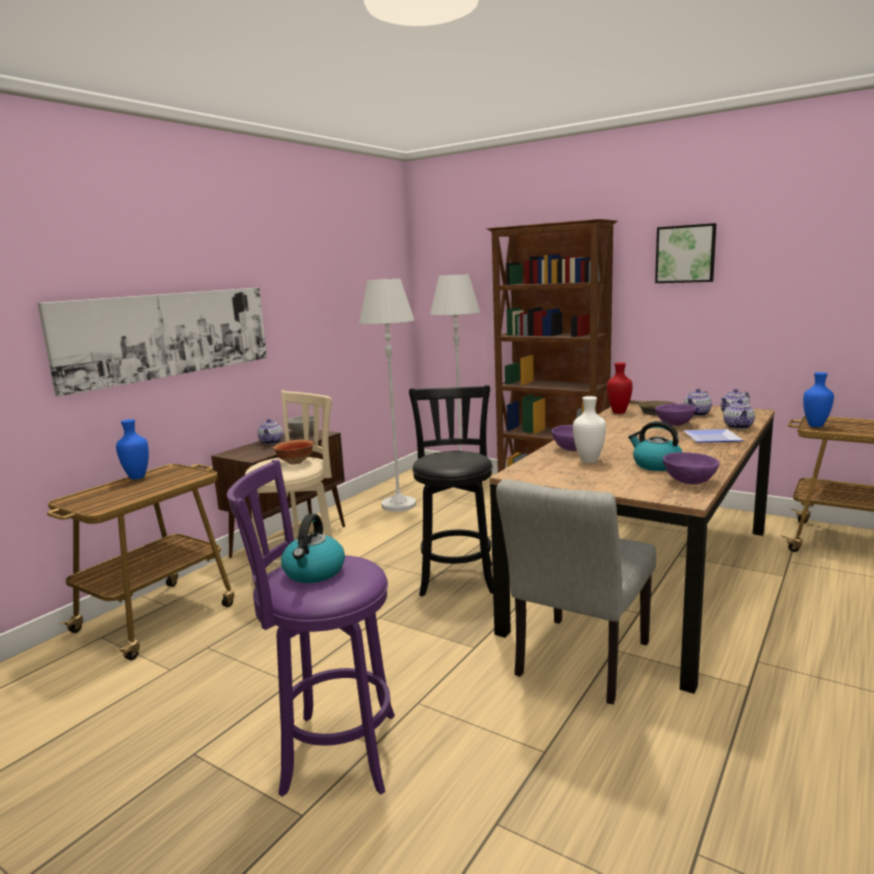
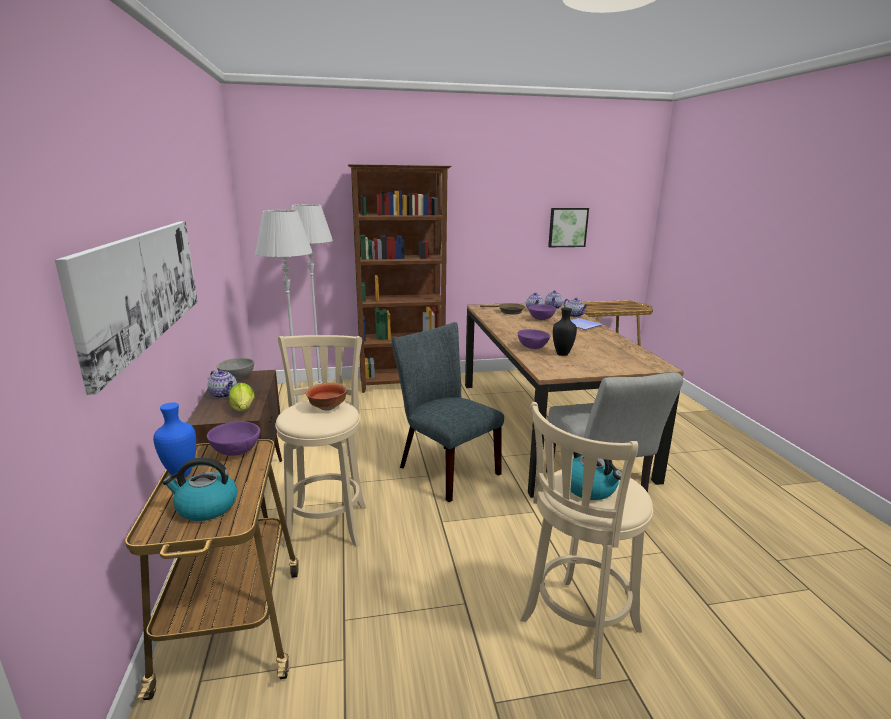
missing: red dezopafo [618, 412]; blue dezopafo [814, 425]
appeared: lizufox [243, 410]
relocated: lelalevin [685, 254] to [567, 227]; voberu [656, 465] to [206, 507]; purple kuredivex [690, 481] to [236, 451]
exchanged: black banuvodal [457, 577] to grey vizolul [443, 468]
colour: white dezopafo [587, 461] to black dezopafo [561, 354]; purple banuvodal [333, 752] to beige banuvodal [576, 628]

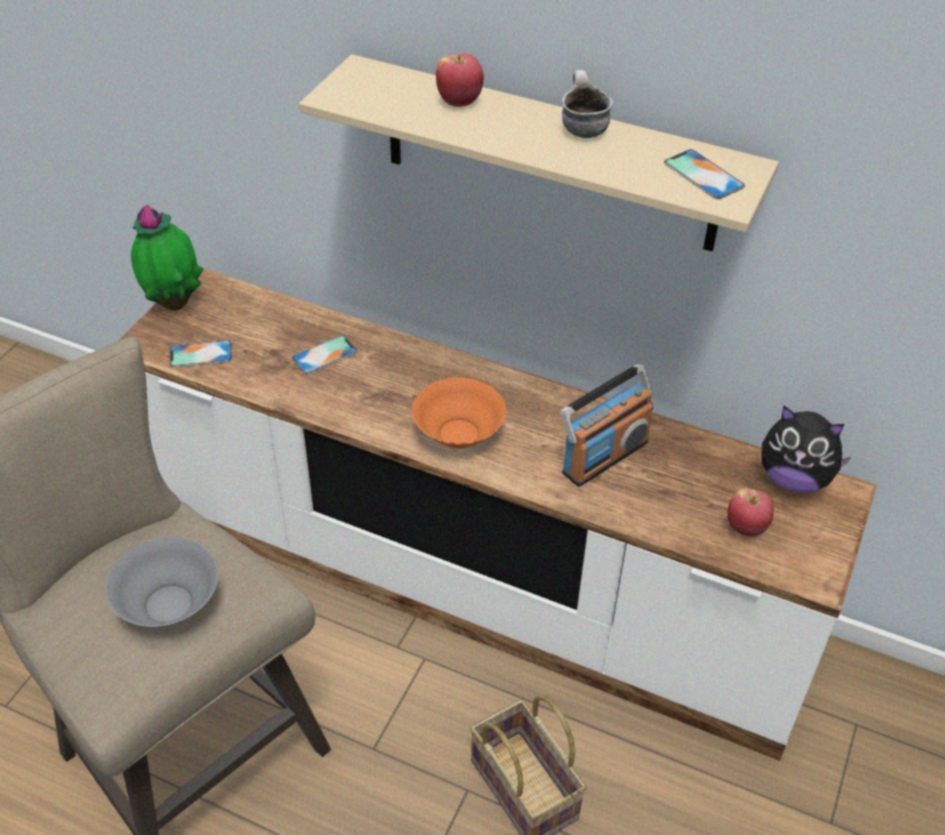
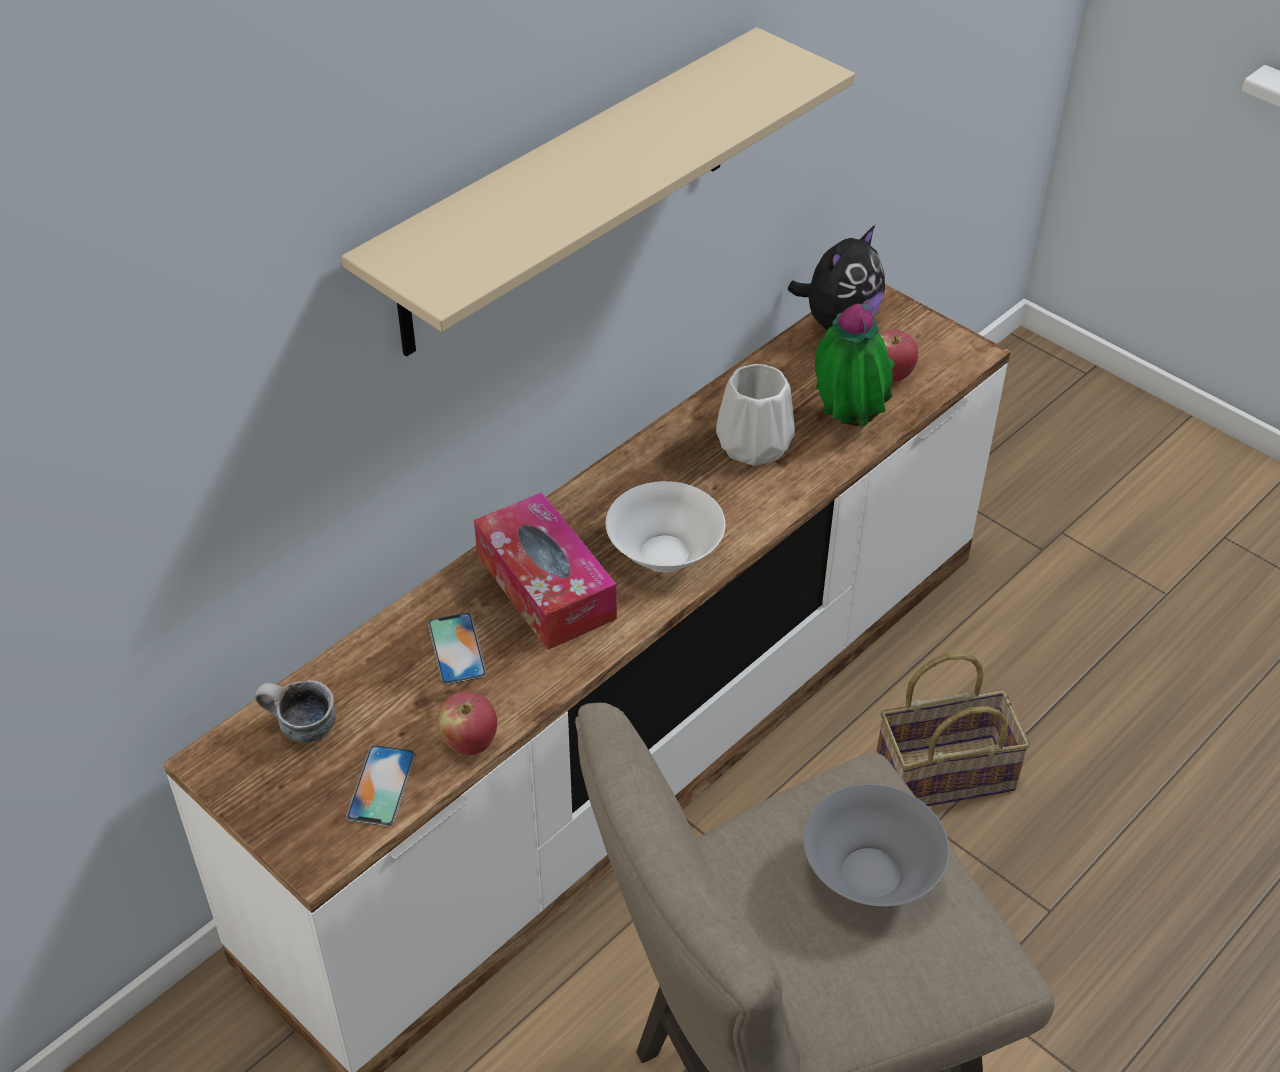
missing: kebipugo [703, 174]
appeared: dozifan [545, 586]
relocated: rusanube [459, 101] to [469, 742]; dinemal [581, 128] to [300, 729]; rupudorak [174, 303] to [846, 423]
exchanged: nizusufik [604, 456] to white dezopafo [752, 445]
colour: orange kuredivex [459, 433] to white kuredivex [663, 553]

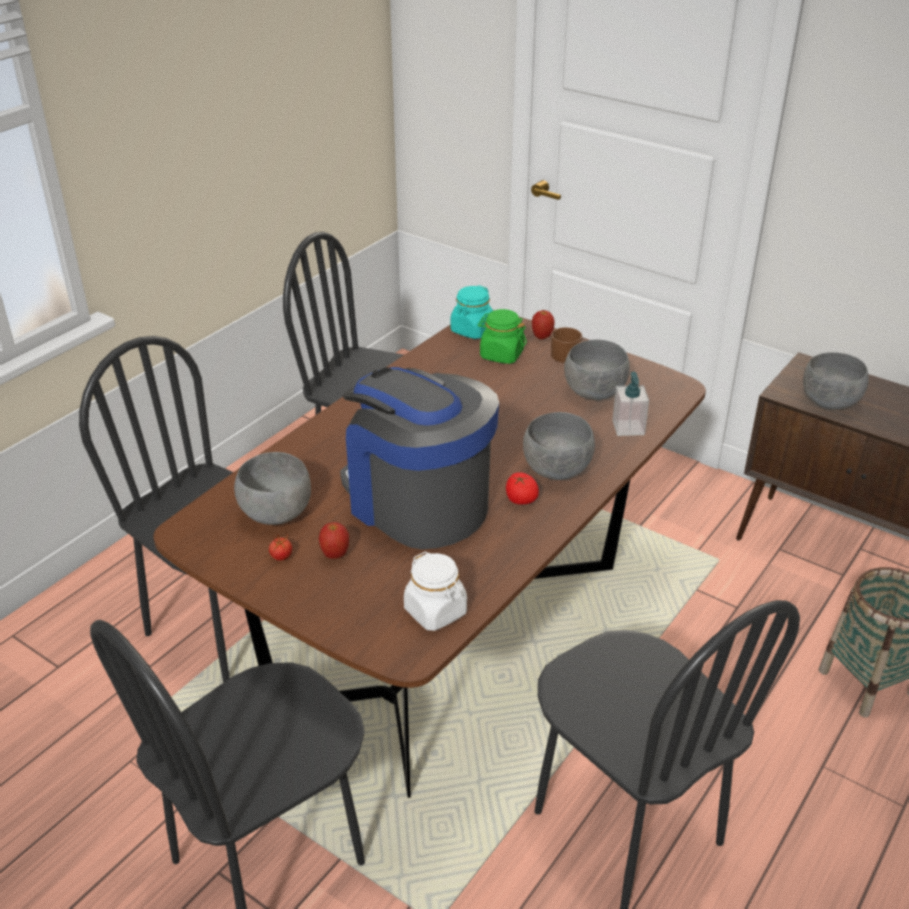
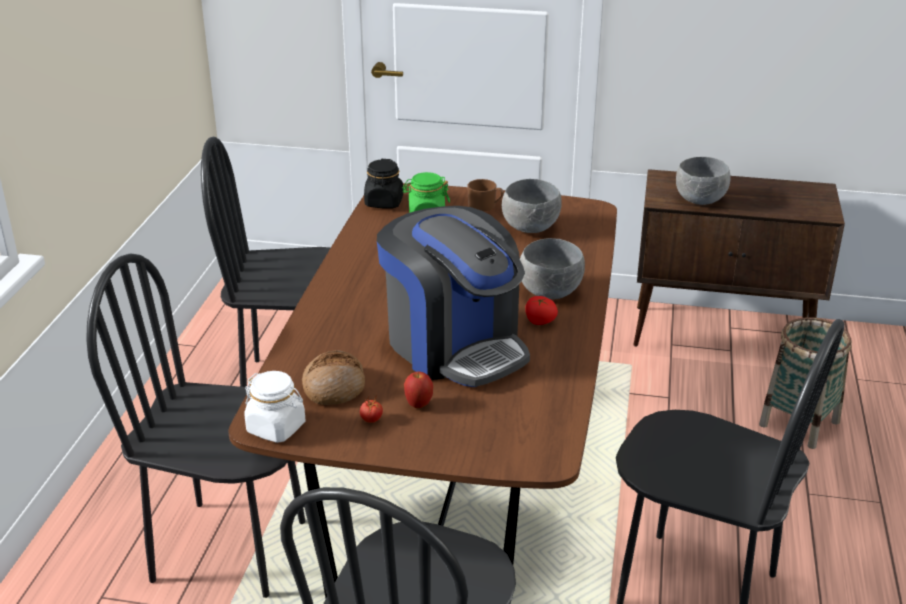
missing: rusanube [542, 337]; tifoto [628, 427]
relocated: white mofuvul [436, 612] to [276, 428]
exchanged: grey kuredivex [276, 513] to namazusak [334, 387]
colour: turquoise mofuvul [472, 330] to black mofuvul [384, 202]
spun: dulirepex [417, 502] = [454, 346] 150 degrees counterclockwise

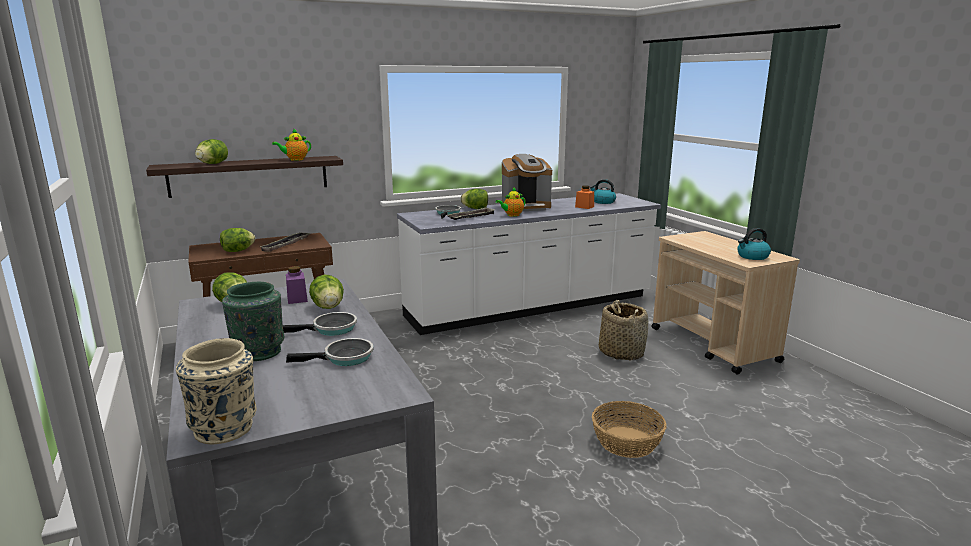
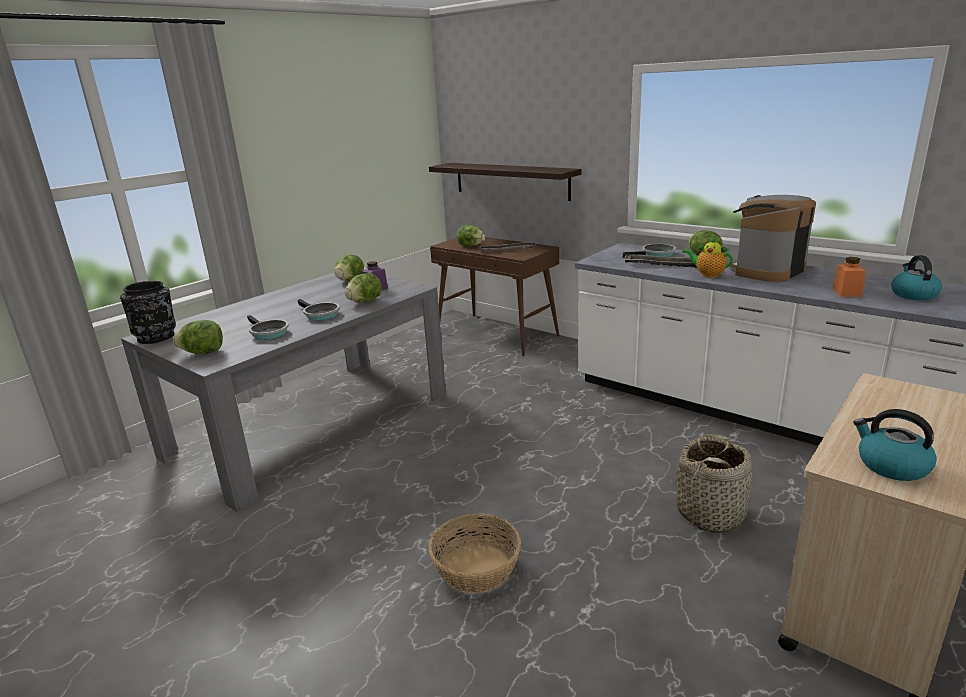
missing: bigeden [295, 159]; green dezopafo [258, 351]
relocated: lizufox [213, 164] to [203, 352]
colour: beige dezopafo [225, 428] to black dezopafo [157, 337]
spun: dulirepex [526, 207] = [766, 271] 90 degrees clockwise

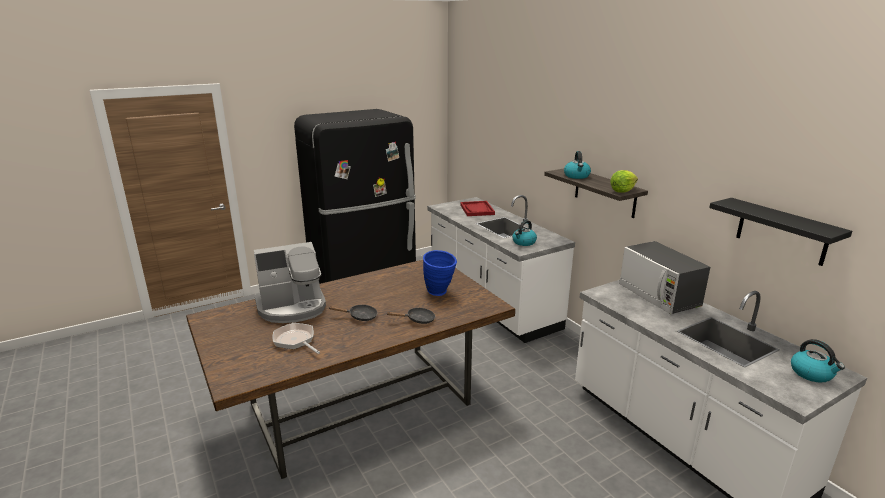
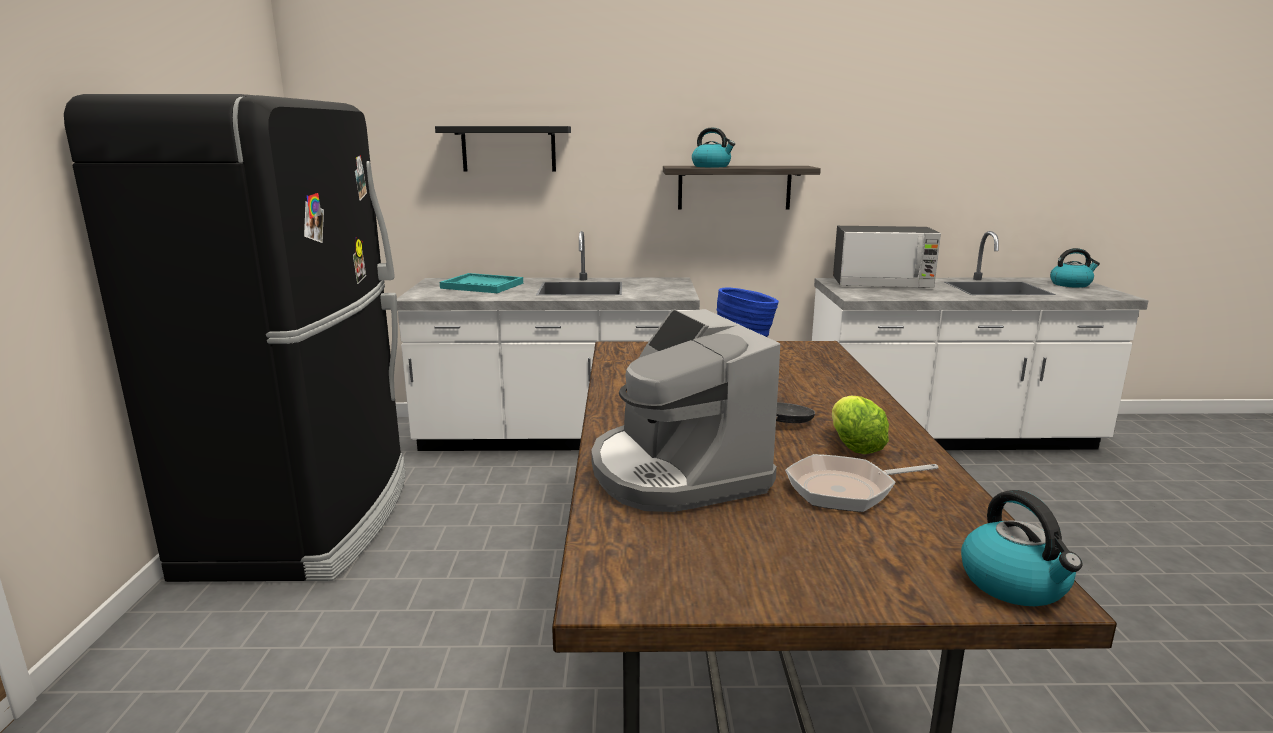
missing: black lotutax [417, 320]
relocated: lizufox [623, 191] to [853, 445]; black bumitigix [781, 231] to [508, 149]; voberu [524, 242] to [1015, 584]
colour: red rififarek [477, 210] to turquoise rififarek [482, 286]
spun: dulirepex [292, 307] = [676, 472] 150 degrees clockwise

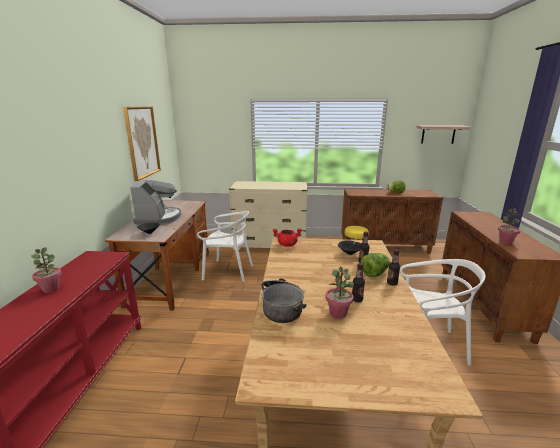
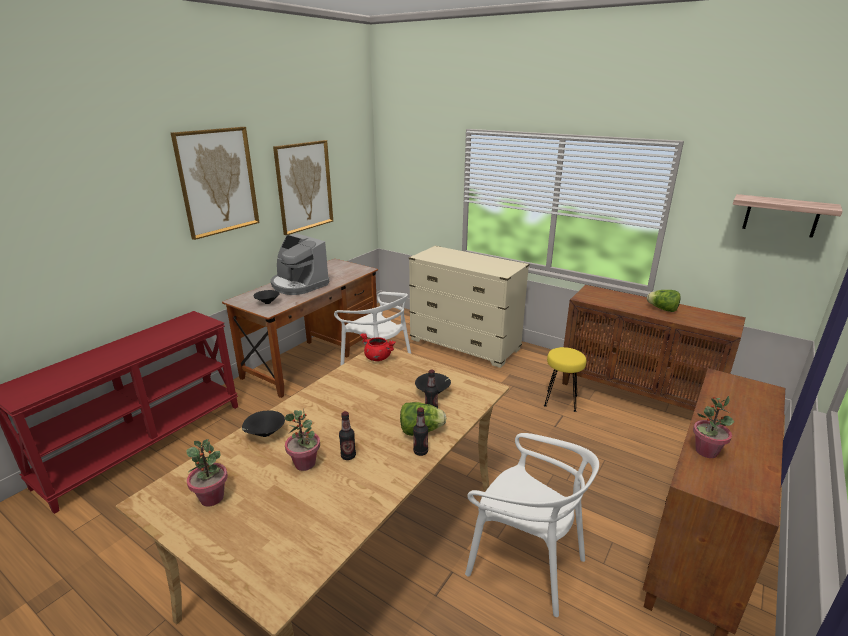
appeared: lelalevin [217, 181]
relocated: rupudorak [51, 289] to [212, 498]
exchanged: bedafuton [282, 307] to black kuredivex [264, 434]
spun: dulirepex [159, 218] = [298, 285] 105 degrees clockwise

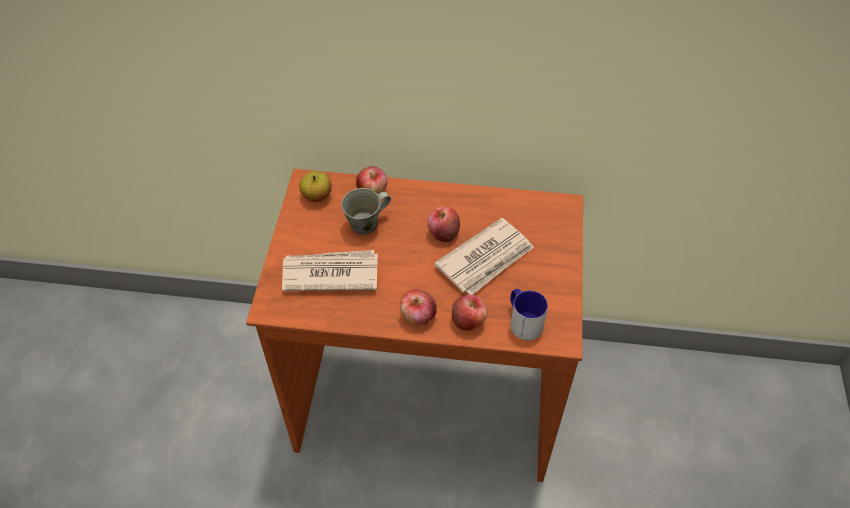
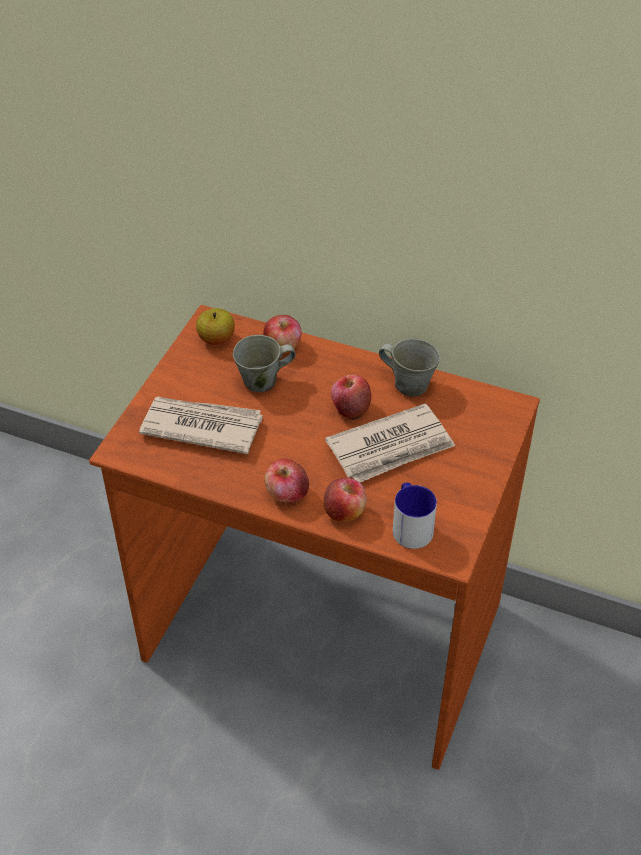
appeared: grey dinemal [409, 384]

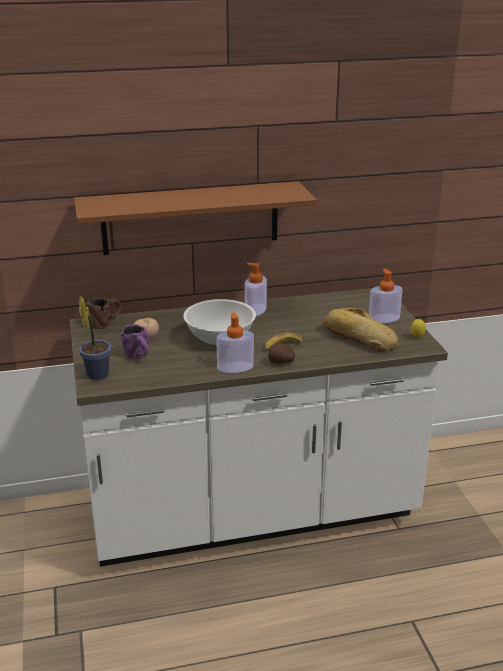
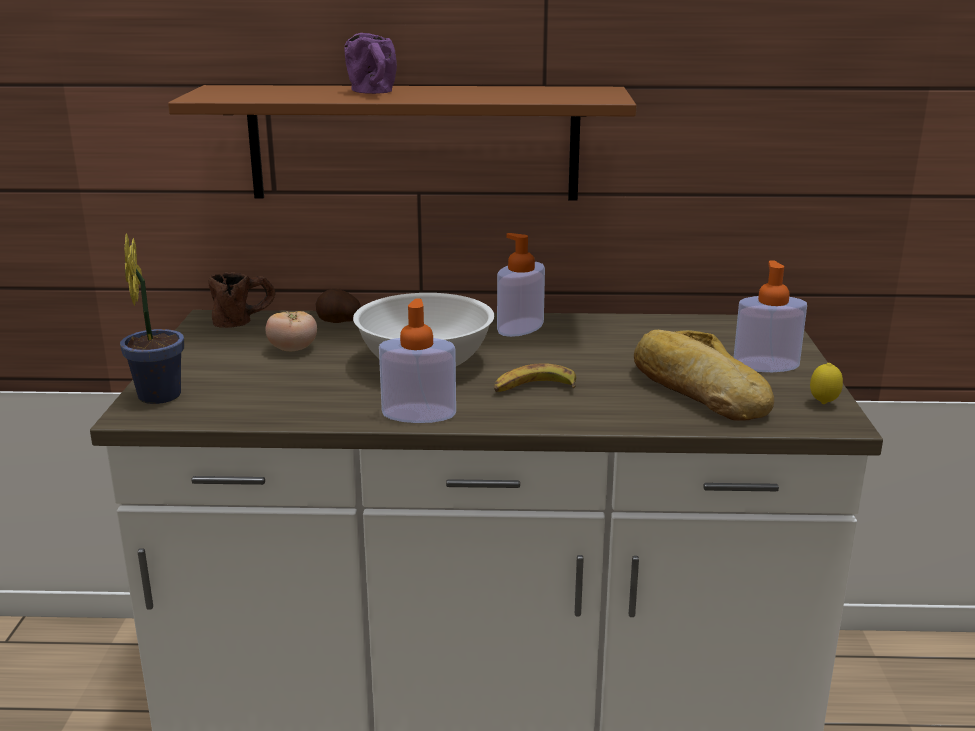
relocated: purple dinemal [139, 357] to [375, 93]; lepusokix [281, 362] to [339, 322]

